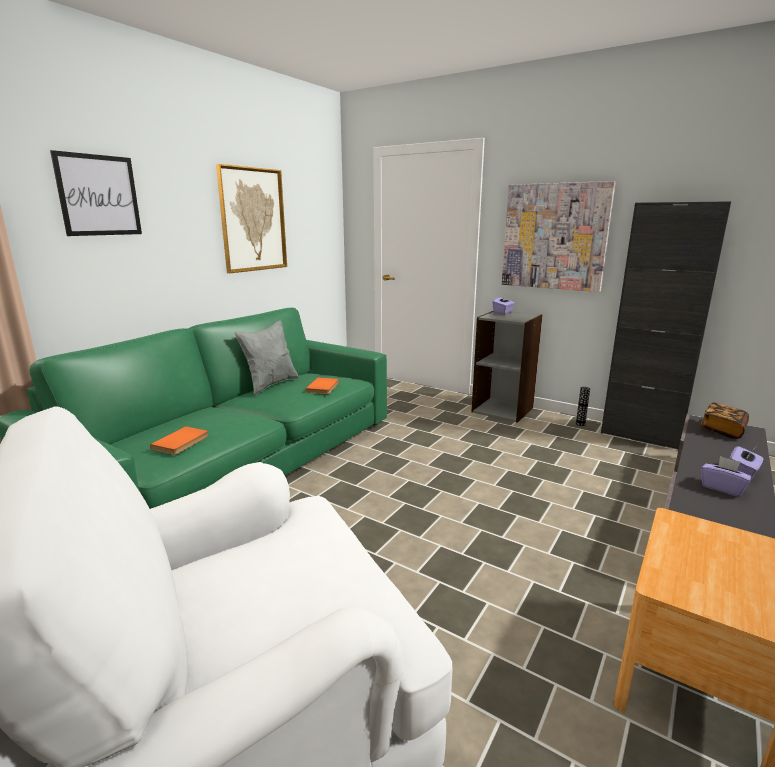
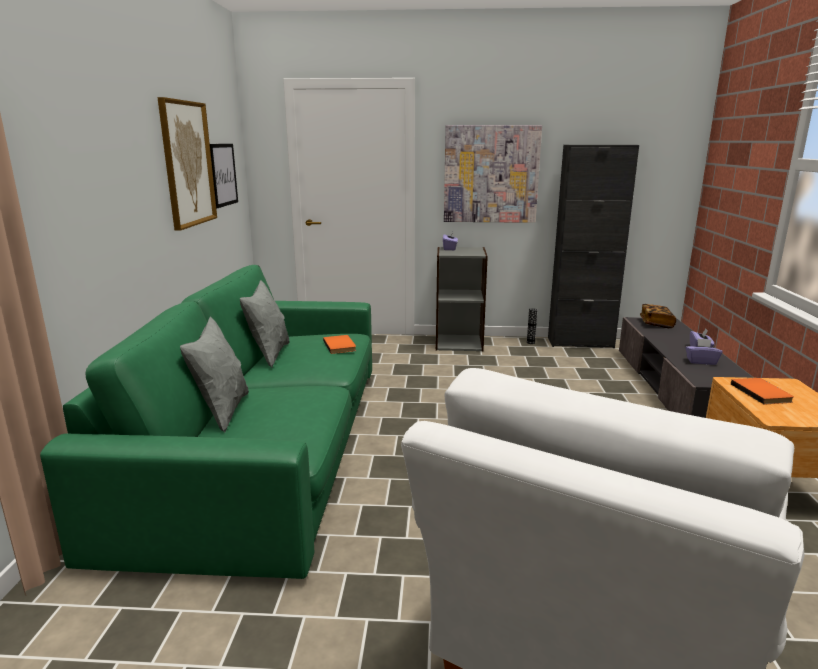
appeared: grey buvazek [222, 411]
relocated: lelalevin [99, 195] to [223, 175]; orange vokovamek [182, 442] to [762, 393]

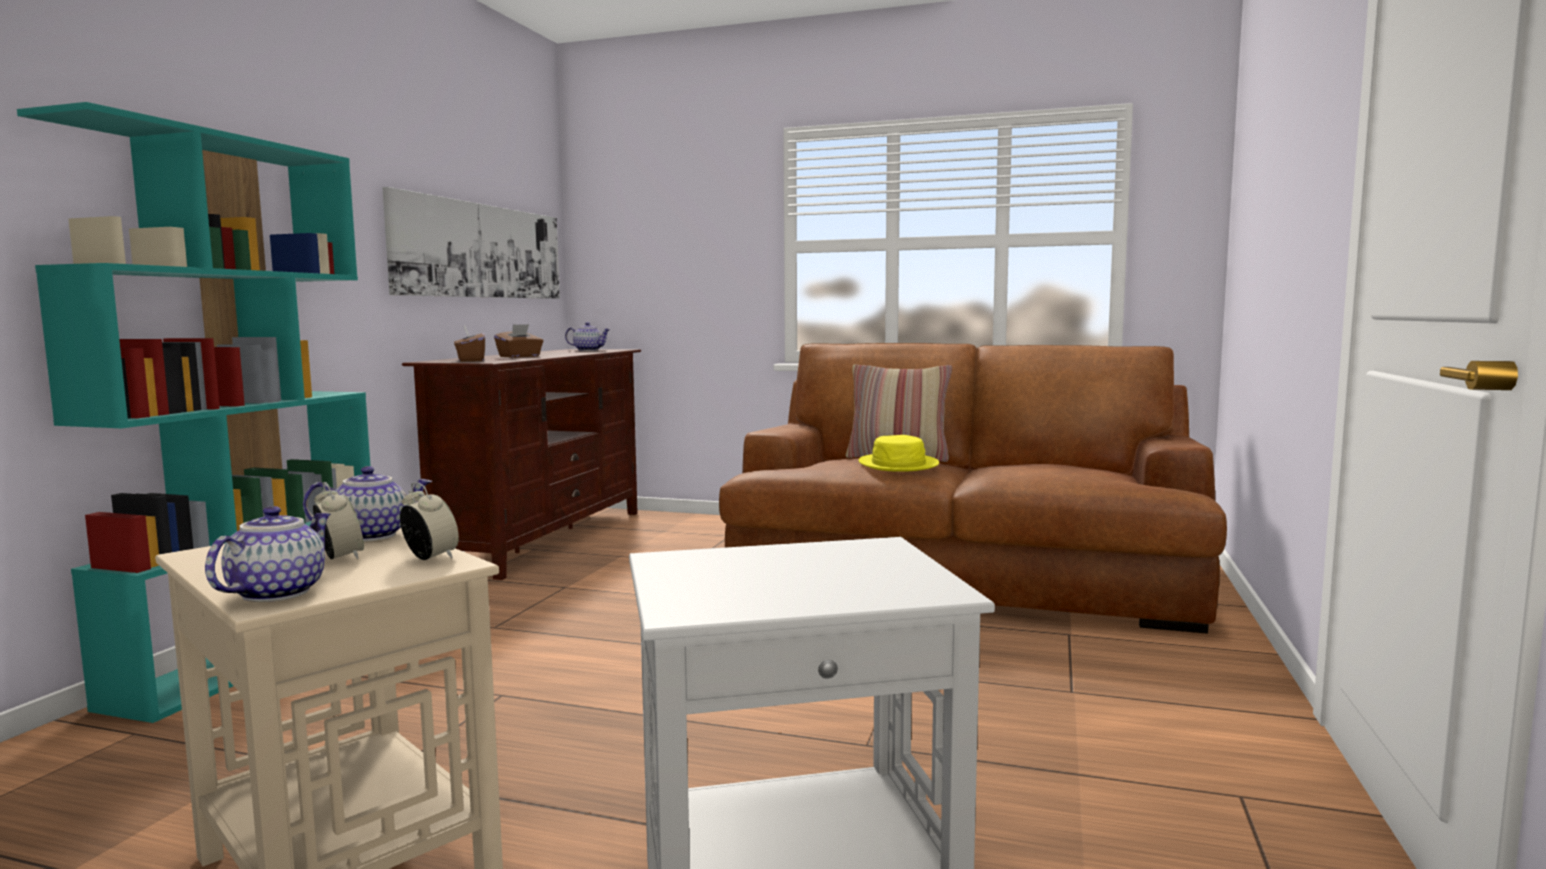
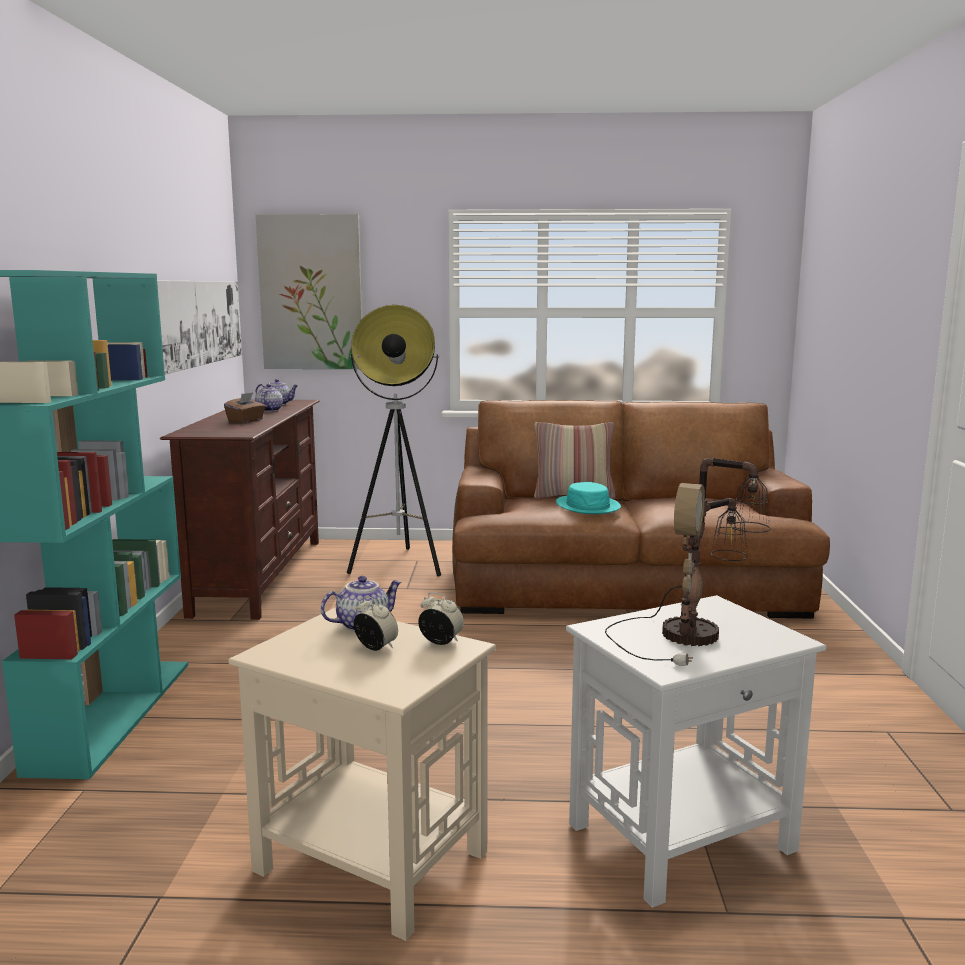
missing: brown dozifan [470, 360]
appeared: lelalevin [311, 293]; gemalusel [399, 565]; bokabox [693, 635]
relocated: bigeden [276, 593] to [268, 410]
colour: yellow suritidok [898, 464] to turquoise suritidok [588, 506]

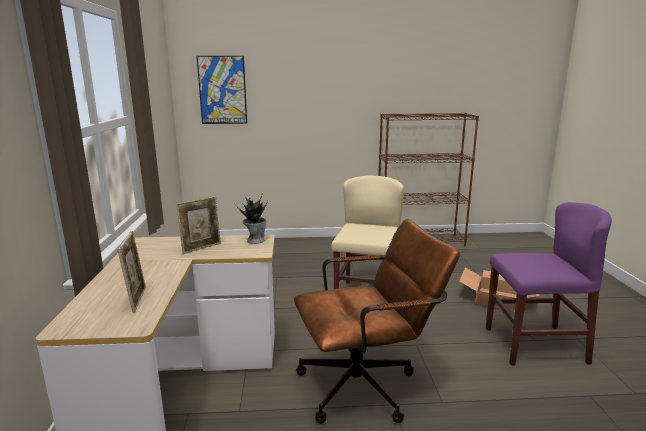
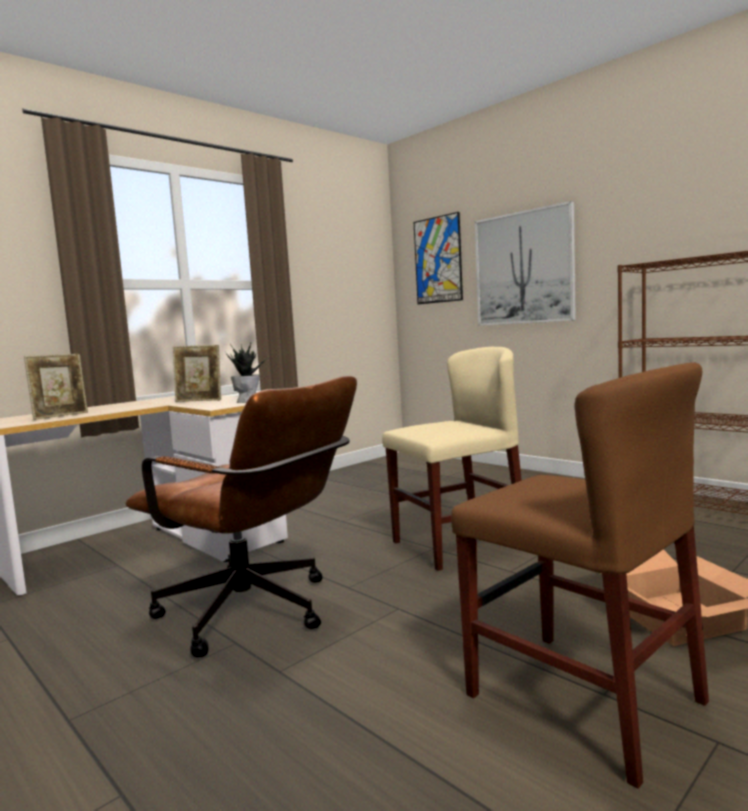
appeared: lelalevin [524, 268]
colour: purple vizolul [534, 345] to brown vizolul [583, 698]

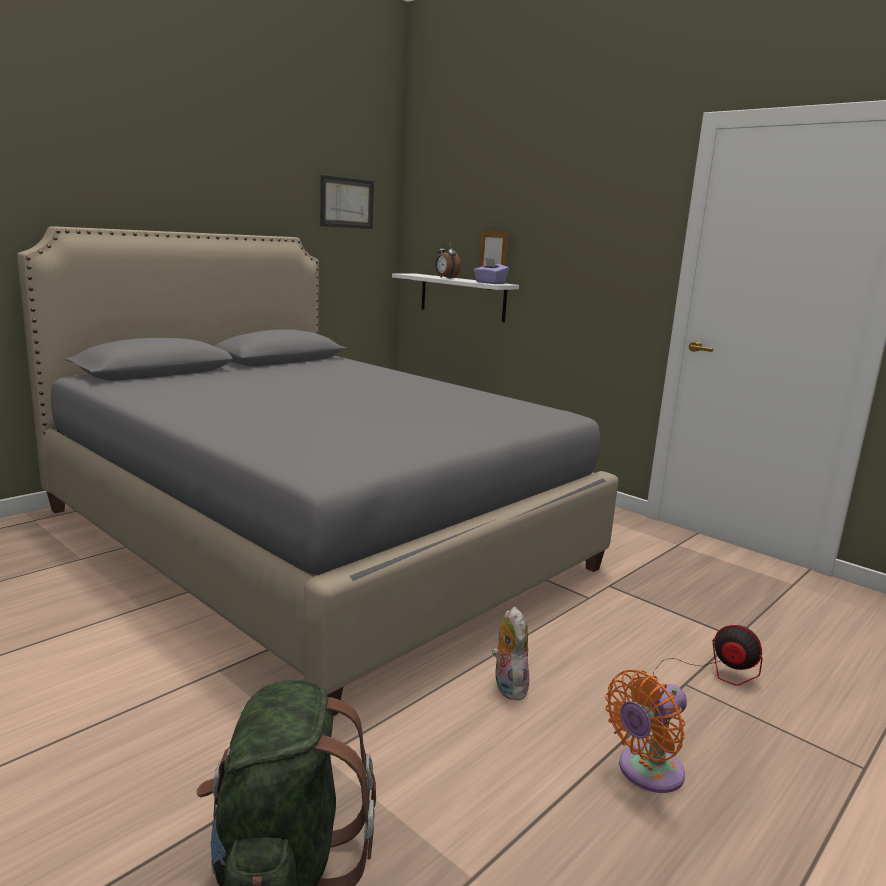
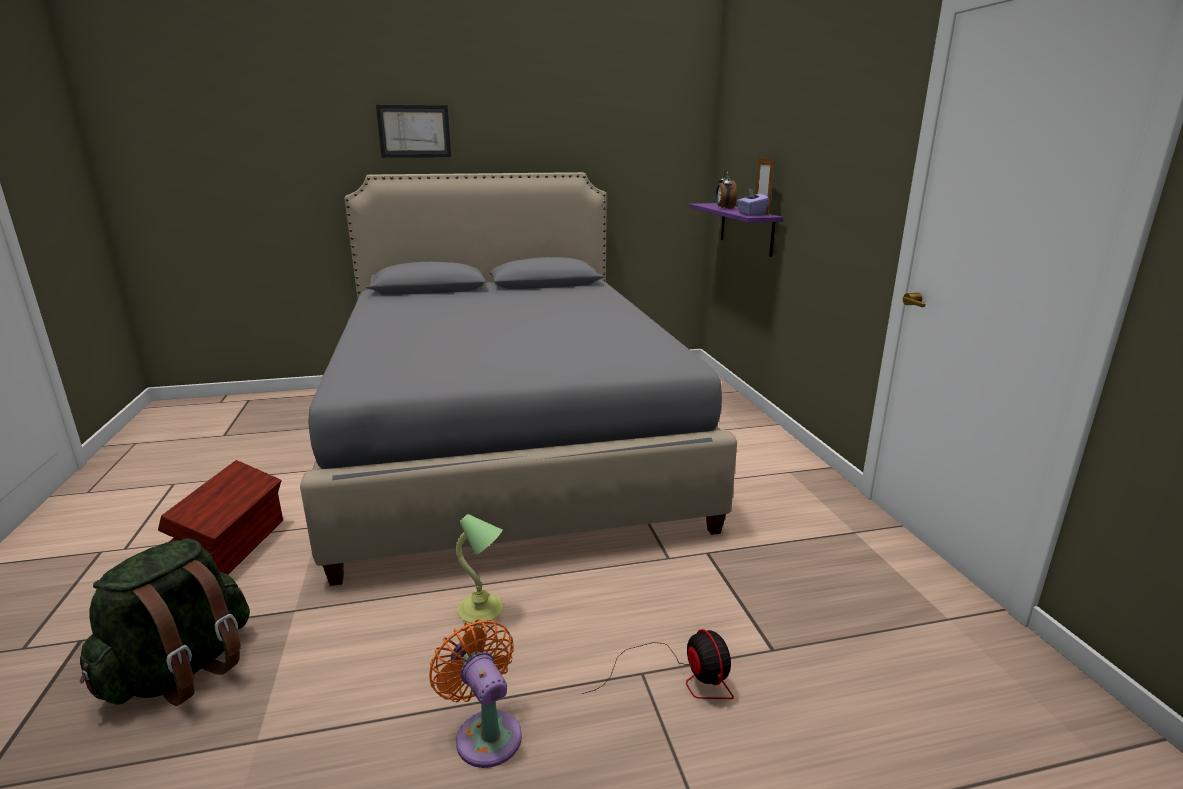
appeared: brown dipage [232, 548]
relocated: lelalevin [346, 203] to [414, 131]
exchanged: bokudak [507, 686] to bokabox [482, 610]
colour: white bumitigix [462, 297] to purple bumitigix [746, 228]
spun: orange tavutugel [646, 772] = [485, 732] 60 degrees clockwise

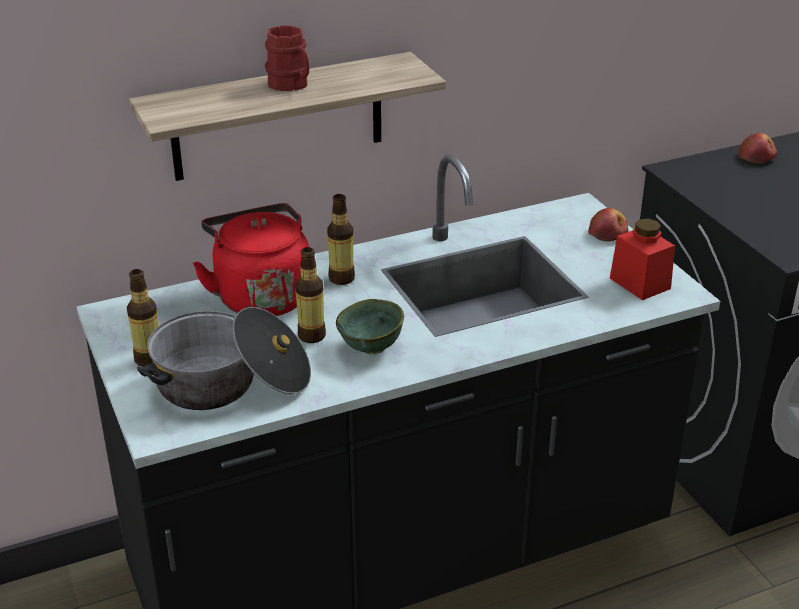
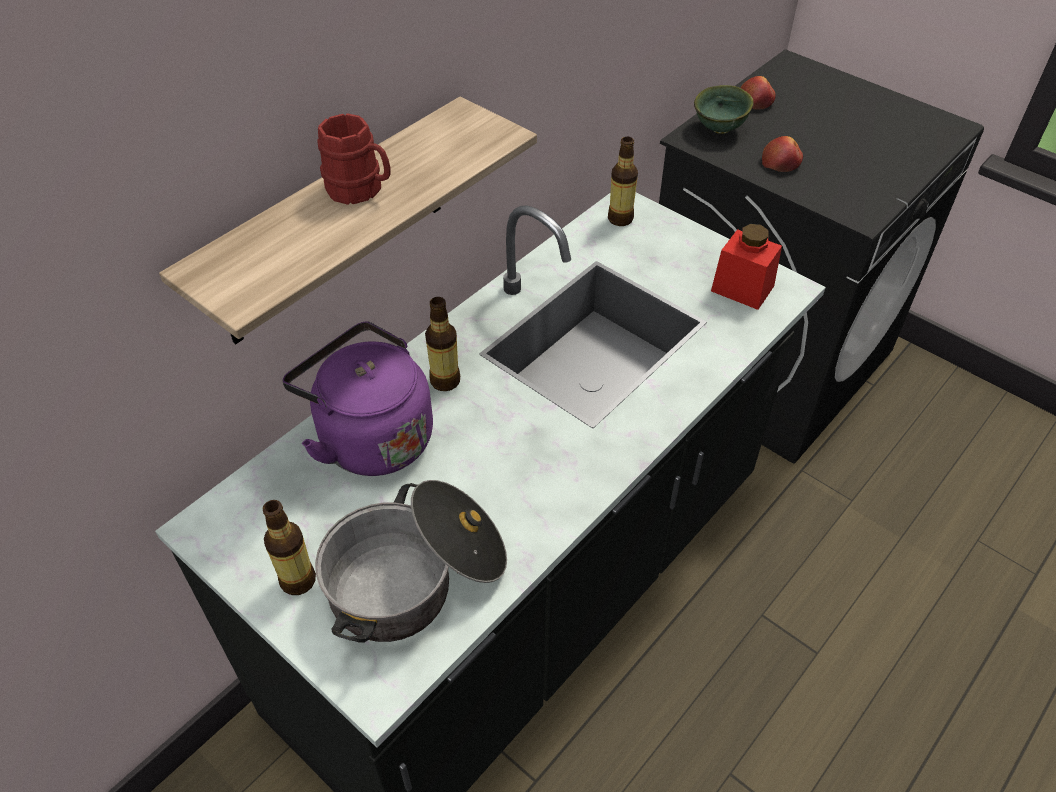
relocated: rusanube [608, 234] to [781, 162]; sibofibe [311, 336] to [620, 219]; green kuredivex [372, 349] to [720, 129]
colour: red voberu [260, 296] to purple voberu [370, 437]

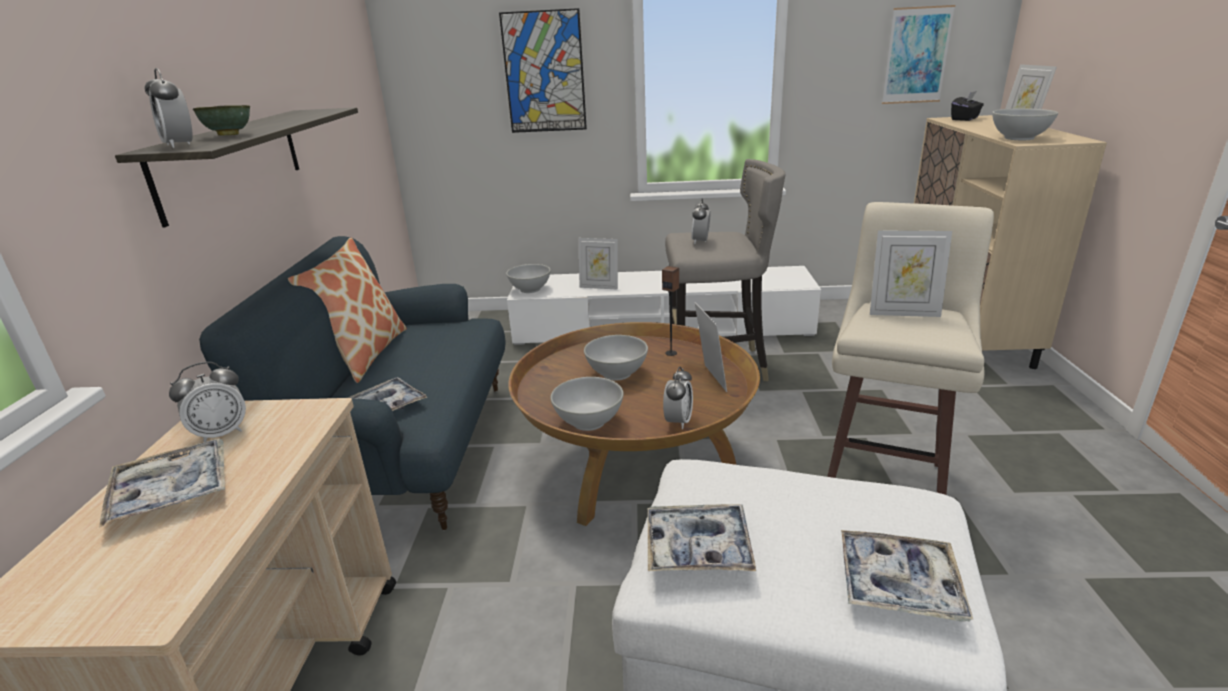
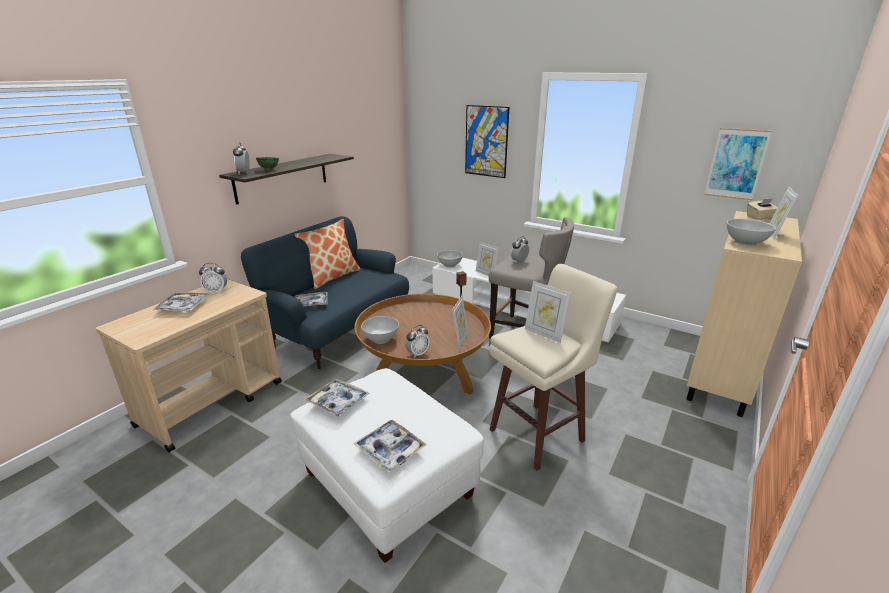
missing: white kuredivex [616, 373]
colour: black dozifan [965, 119] to beige dozifan [760, 217]

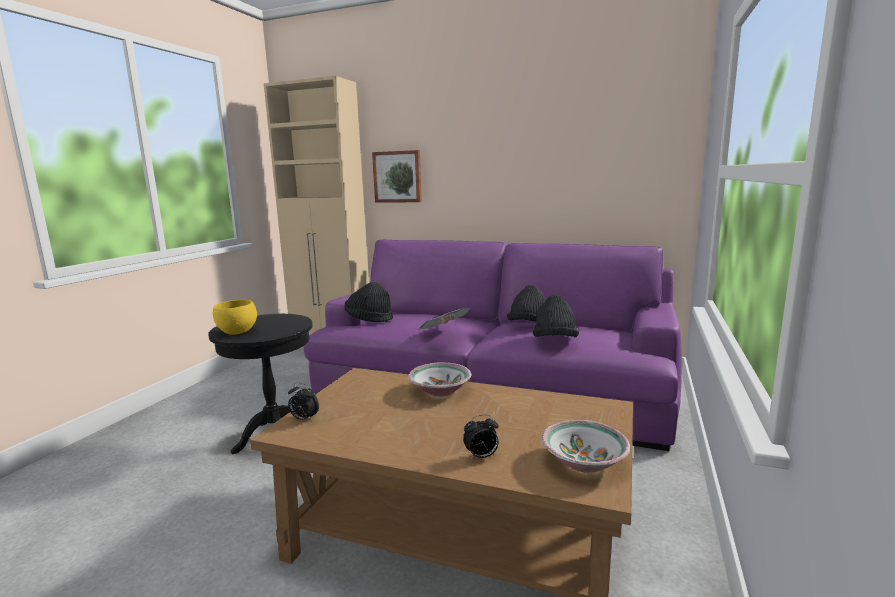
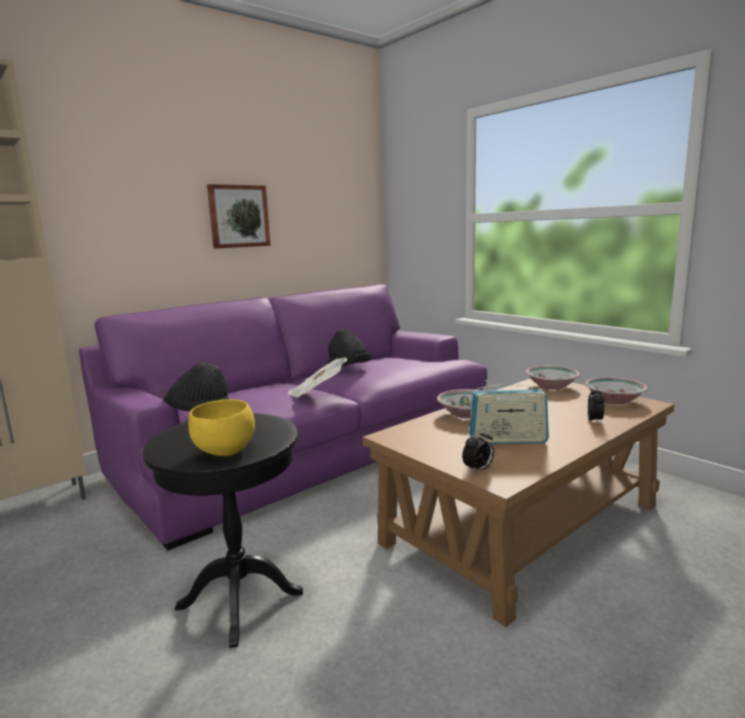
missing: black suritidok [554, 341]
appeared: kuredivex [551, 386]; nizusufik [508, 440]
relocated: lelalevin [398, 177] to [238, 216]

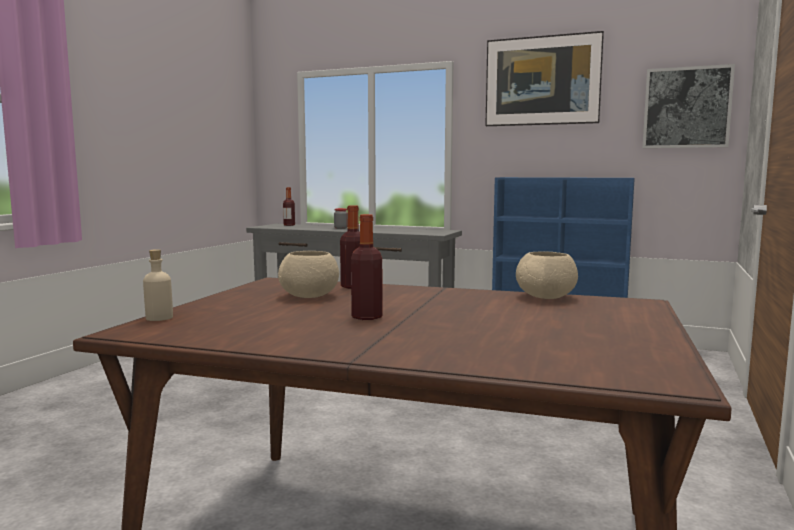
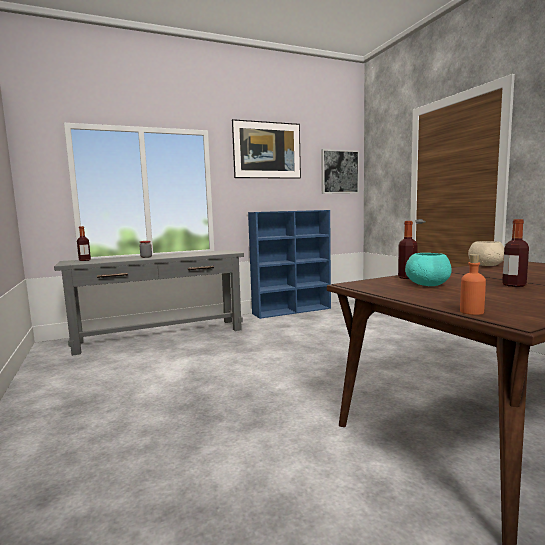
colour: beige sibofibe [159, 318] to orange sibofibe [471, 312]; beige kuredivex [310, 296] to turquoise kuredivex [428, 285]

